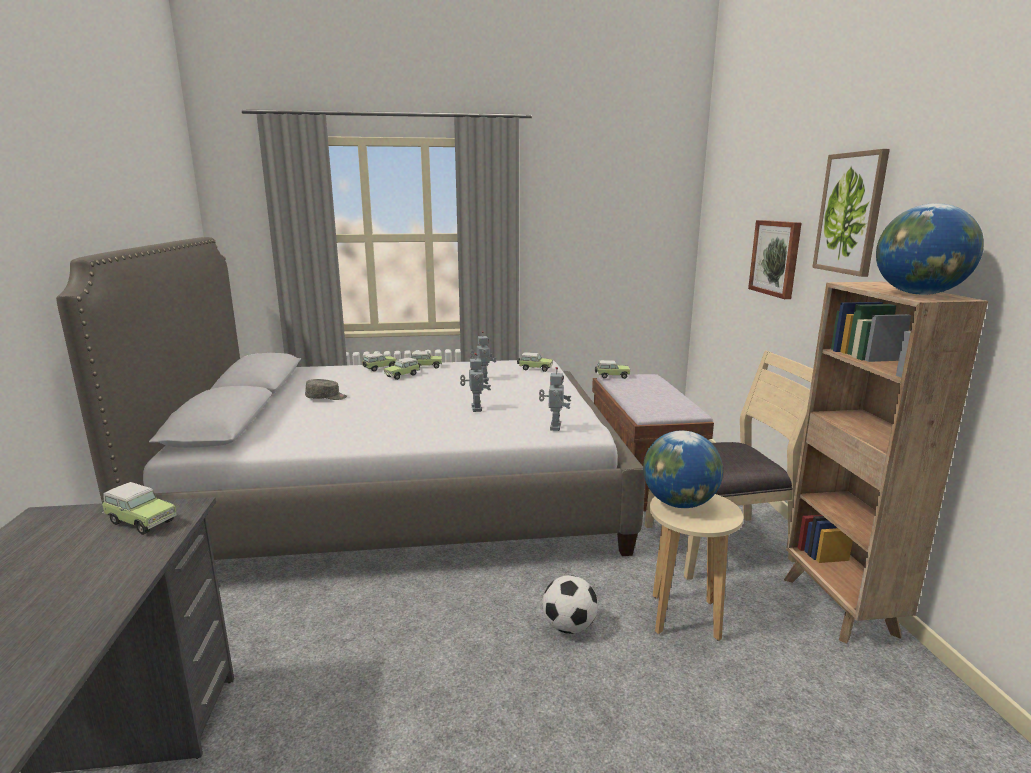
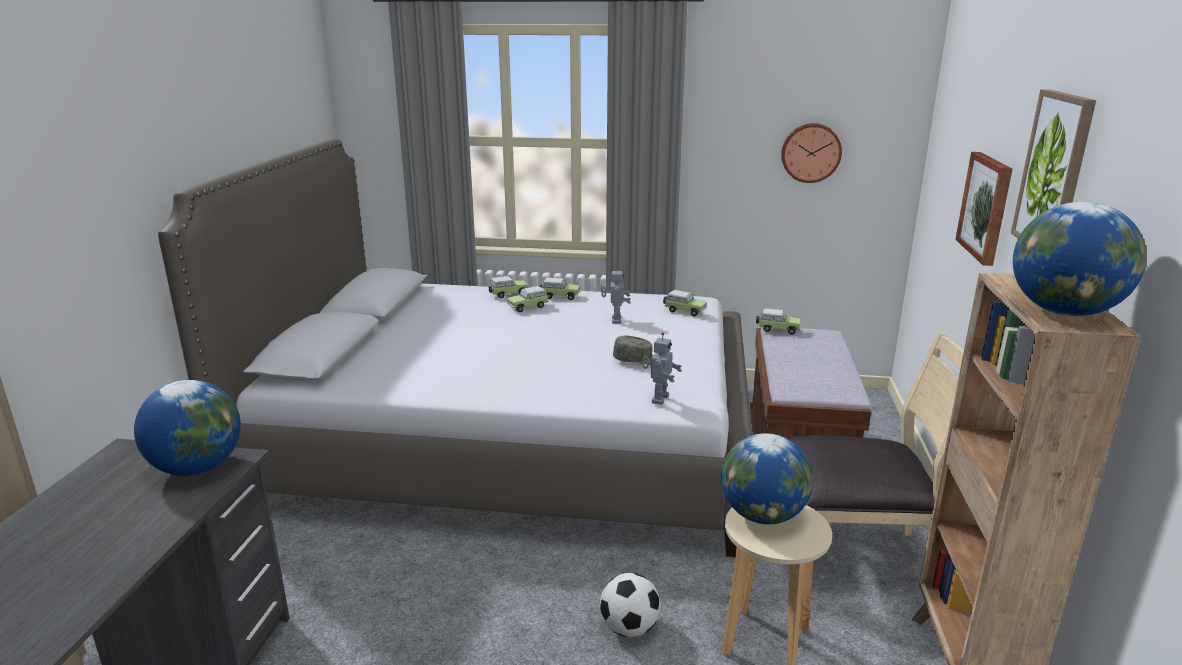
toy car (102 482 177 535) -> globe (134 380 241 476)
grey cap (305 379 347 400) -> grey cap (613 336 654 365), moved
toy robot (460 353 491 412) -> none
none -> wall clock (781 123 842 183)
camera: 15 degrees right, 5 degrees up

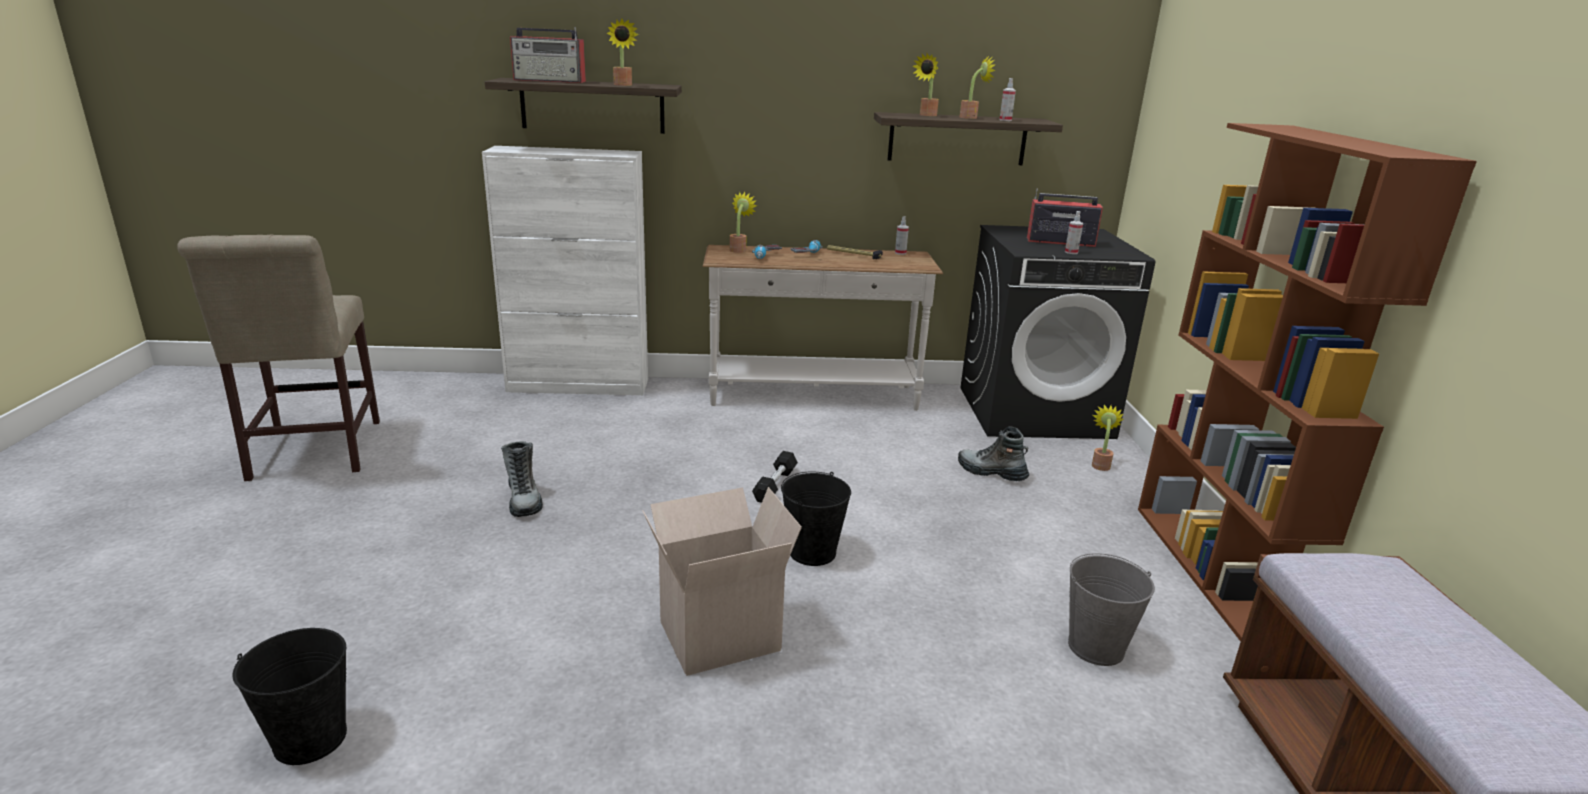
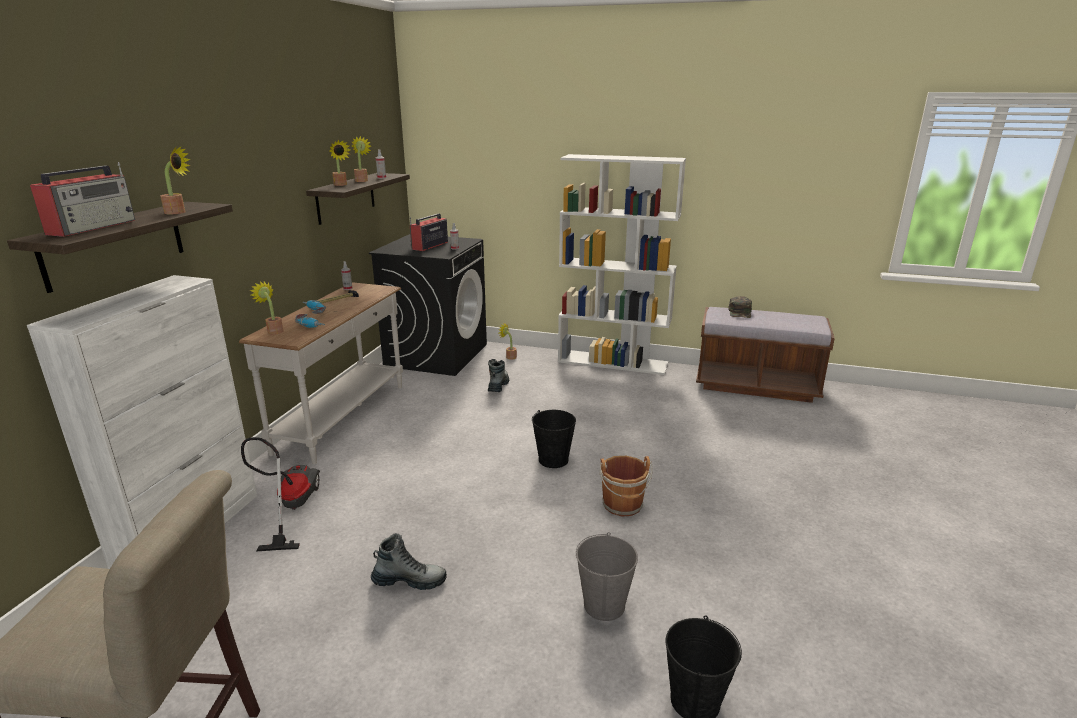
cardboard box (642 487 802 676) -> brown bucket (599 456 653 517)
black dumbbell (752 451 798 503) -> none
boot (958 427 1029 481) -> boot (488 359 509 392), 135 degrees clockwise
grey bucket (1068 553 1155 666) -> grey bucket (576 532 638 621), moved
brown bookcase (1138 123 1477 642) -> white bookcase (558 154 686 375)
none -> vacuum cleaner (241 437 320 552)
none -> green cap (728 296 752 318)
camera: 70 degrees left, 0 degrees up

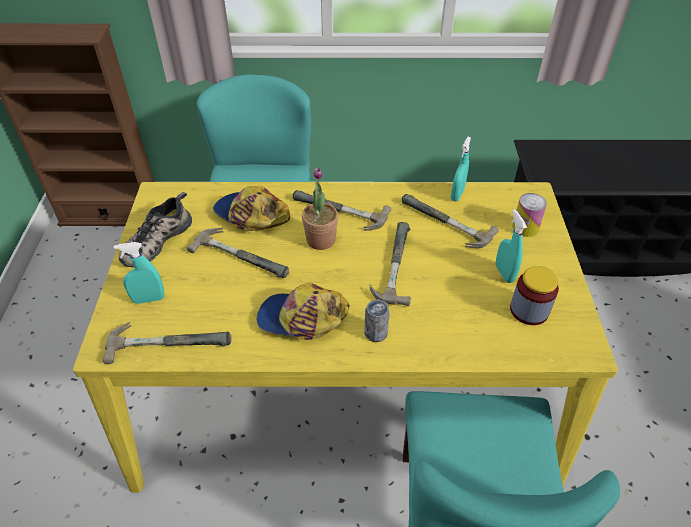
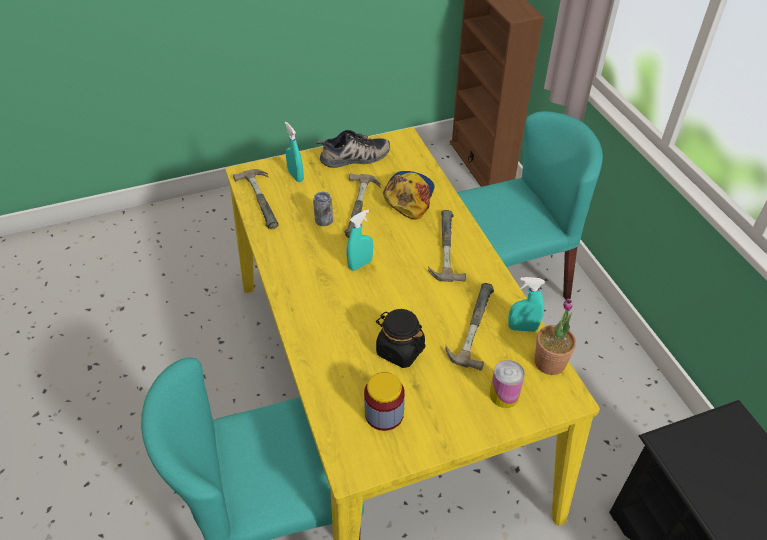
shoe (119 192 192 268) -> shoe (316 130 390 168), 150 degrees clockwise
cap (257 283 350 340) -> none
potted plant (302 168 338 250) -> potted plant (535 299 576 375), moved
can (364 300 390 342) -> can (313 192 333 226), moved
hammer (370 222 411 306) -> none
turquoise spray bottle (496 209 527 283) -> turquoise spray bottle (346 209 373 270), moved
none -> black jar (376 309 425 368)
camera: 70 degrees right, 0 degrees up

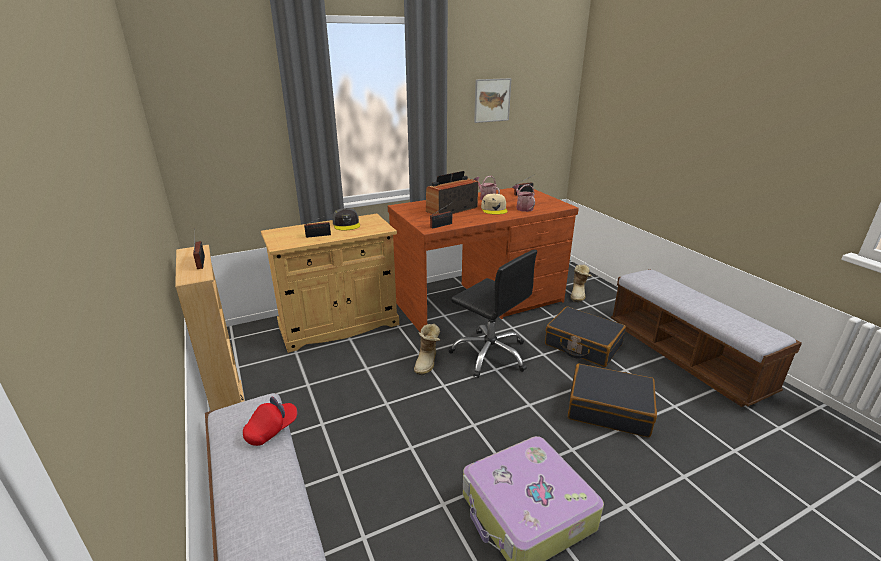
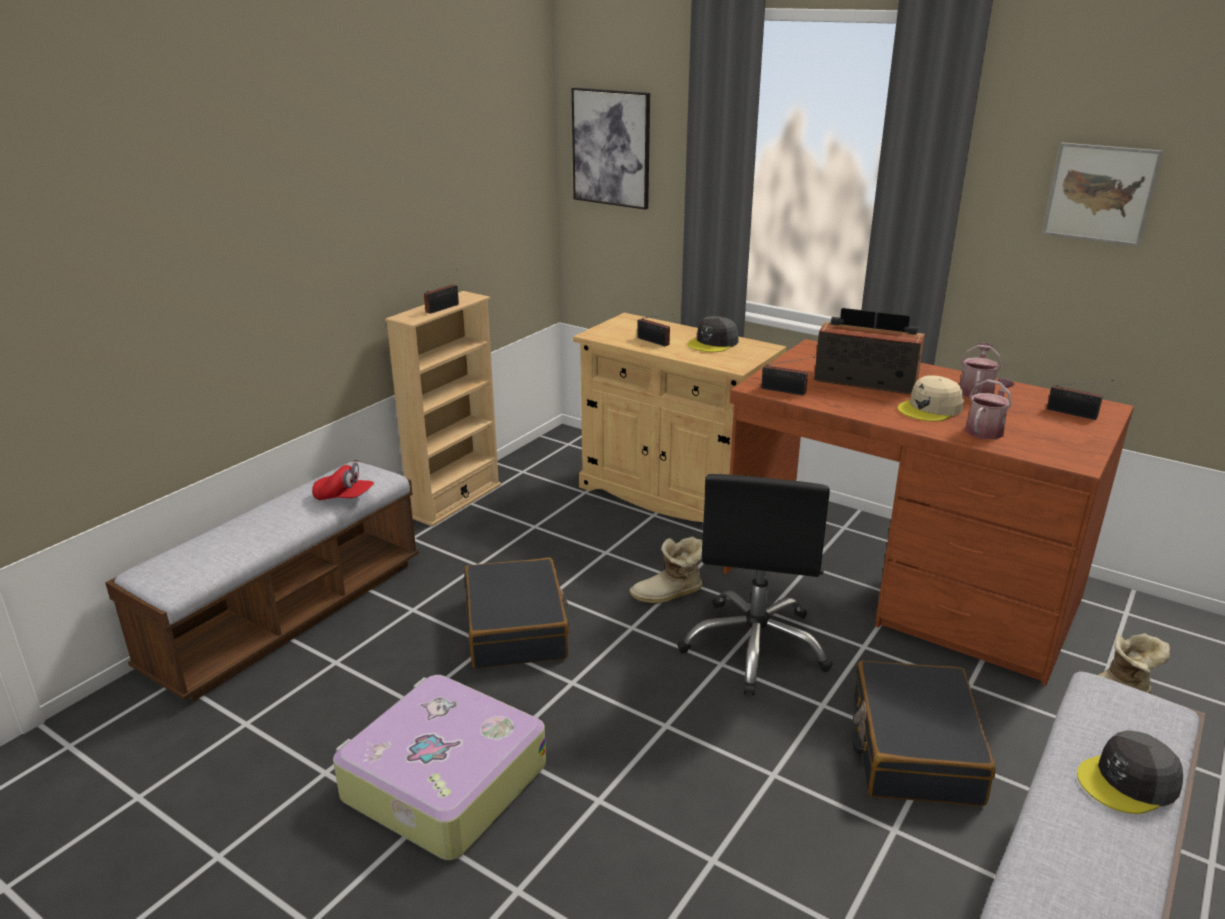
black suitcase (568 364 657 437) -> black suitcase (464 558 569 669), moved
none -> picture (572 88 650 210)
none -> grey cap (1077 730 1183 814)
camera: 60 degrees right, 0 degrees up

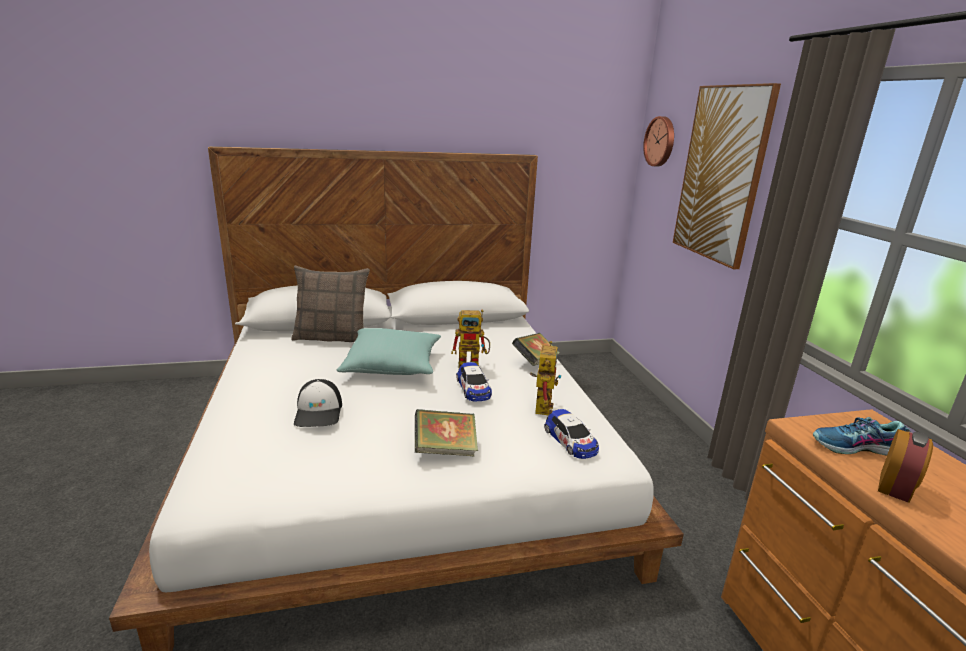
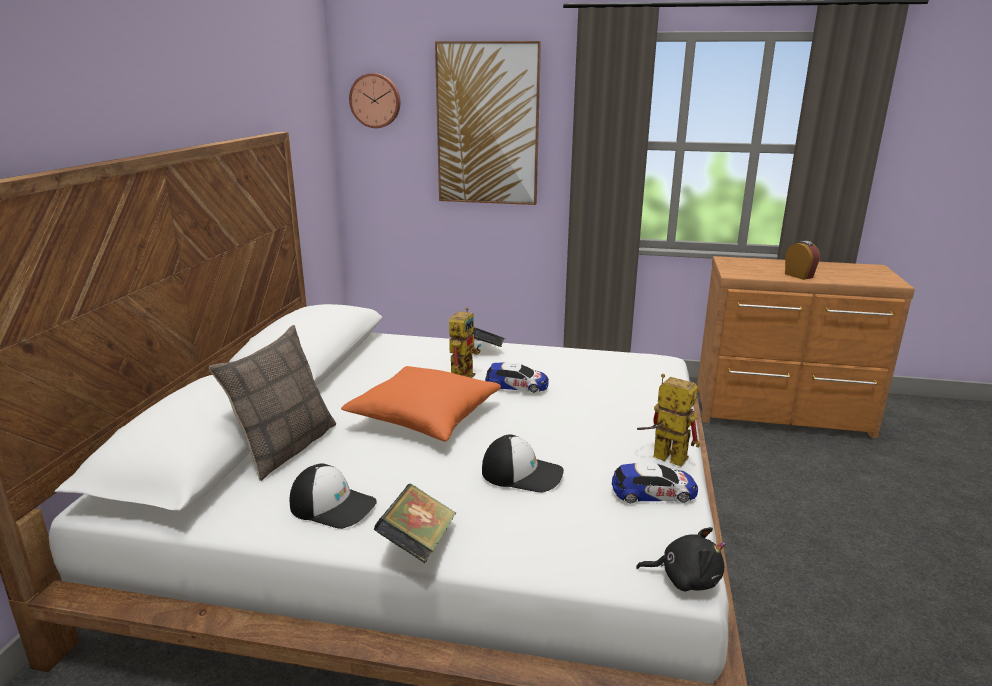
turquoise pillow (336 328 441 375) -> orange pillow (341 366 501 442)
book (415 409 478 456) -> book (374 484 456 563), moved
toy robot (530 341 562 415) -> toy robot (637 374 700 467), moved
toy car (544 409 599 459) -> toy car (612 463 698 503), moved
shoe (813 417 910 456) -> none
none -> cap (290 464 377 529)
none -> black plush toy (636 527 726 591)
camera: 65 degrees left, 0 degrees up

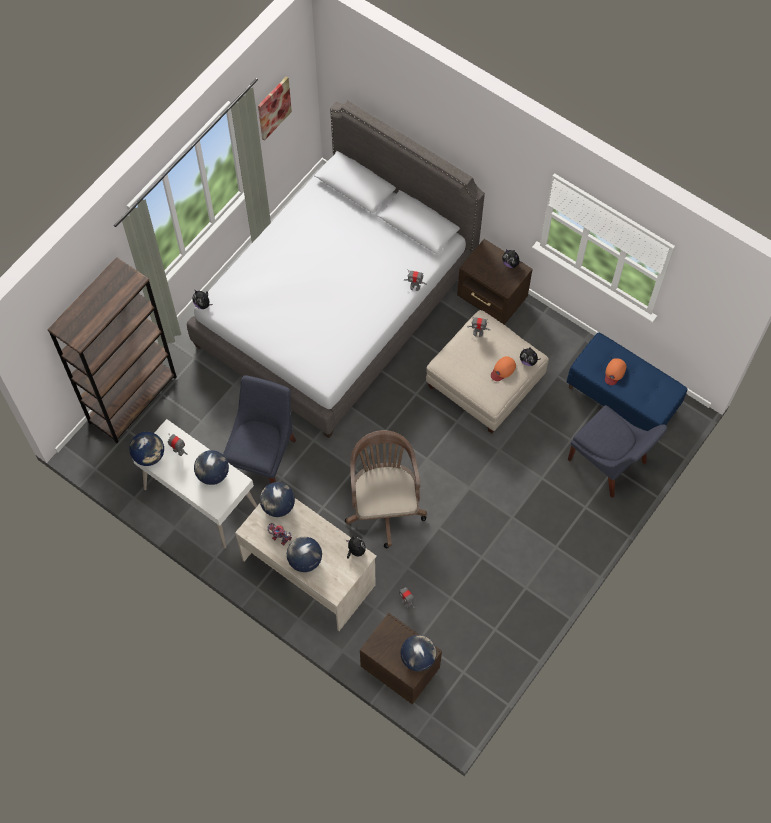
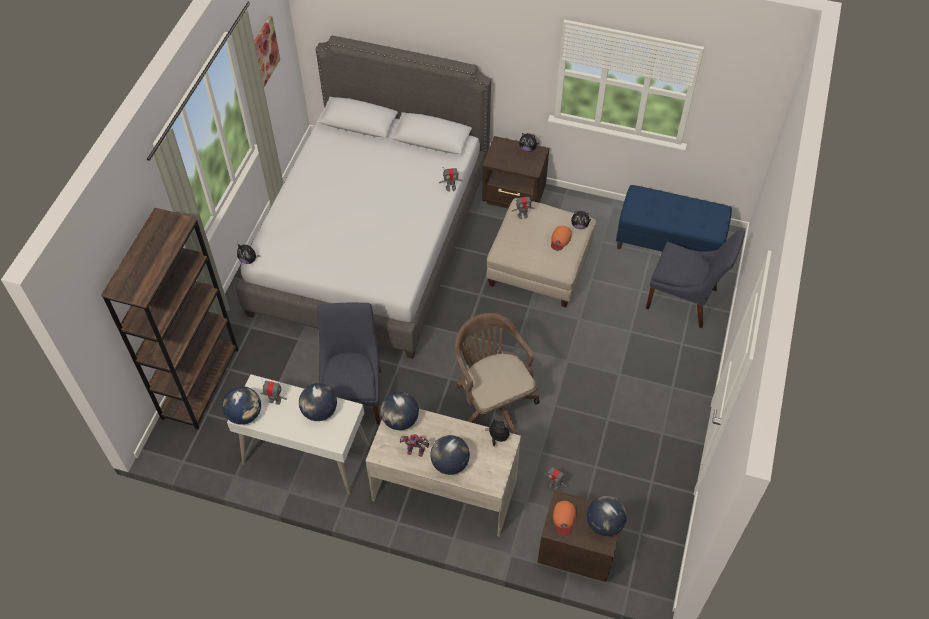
orange cap (605 358 626 385) -> orange cap (553 501 576 536), moved
camera: 20 degrees left, 10 degrees down

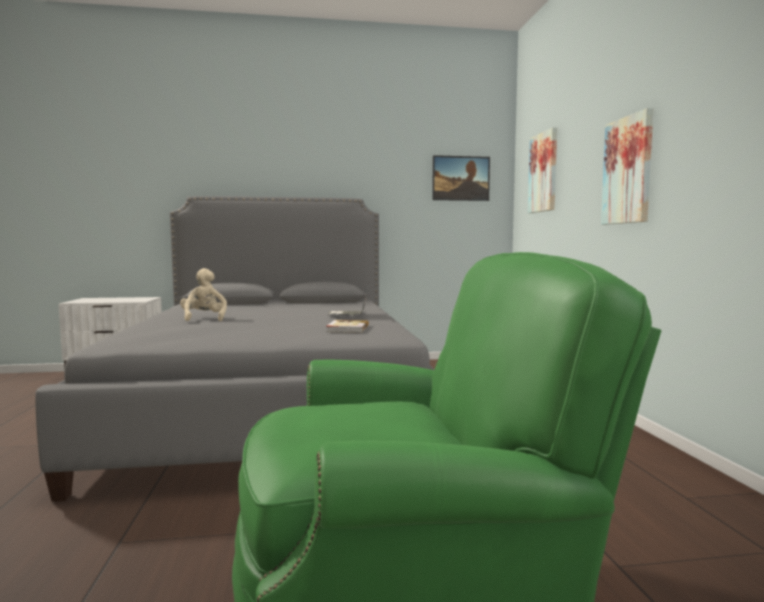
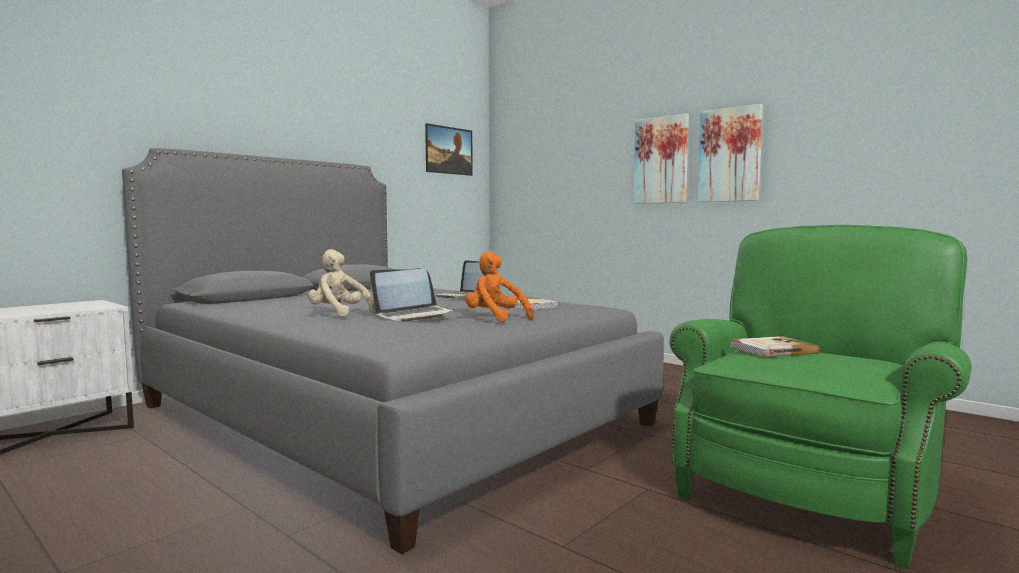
picture (528 127 557 213) -> picture (698 104 763 202), moved
none -> laptop (370 268 455 322)
none -> orange plush toy (466 251 534 322)
none -> book (730 336 820 357)
camera: 40 degrees left, 0 degrees up

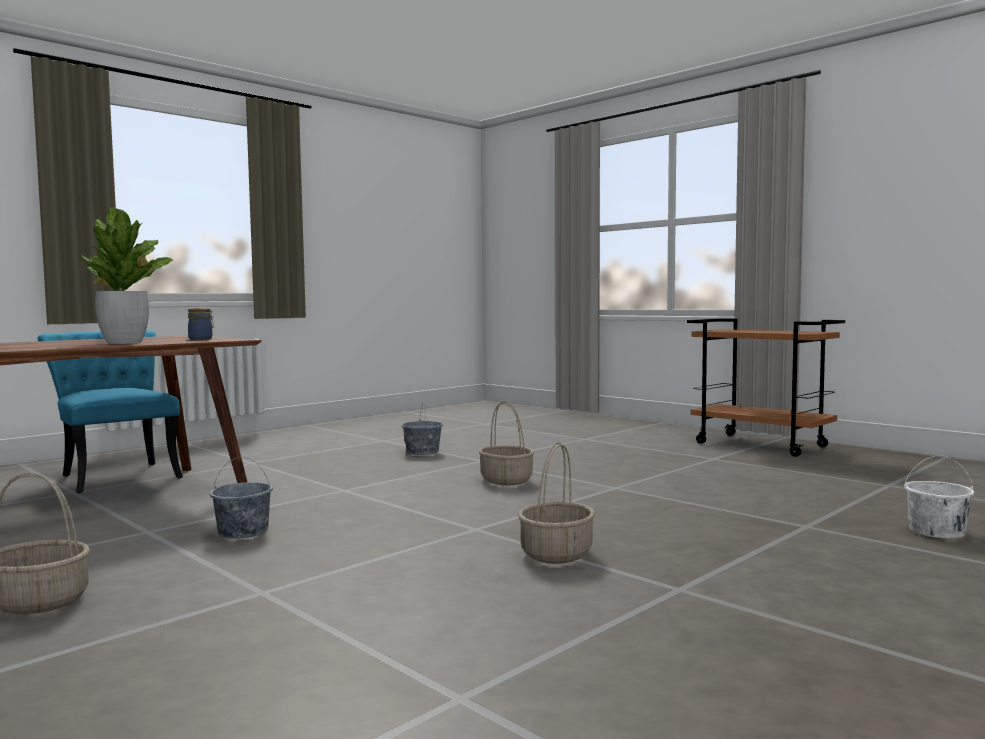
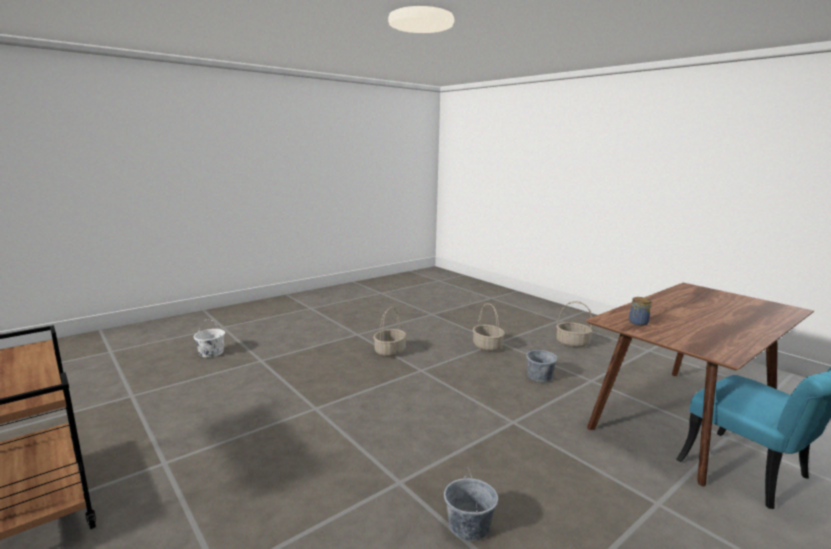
potted plant (80 207 174 344) -> none
basket (479 401 534 485) -> basket (473 303 505 352), moved
camera: 175 degrees left, 10 degrees up

